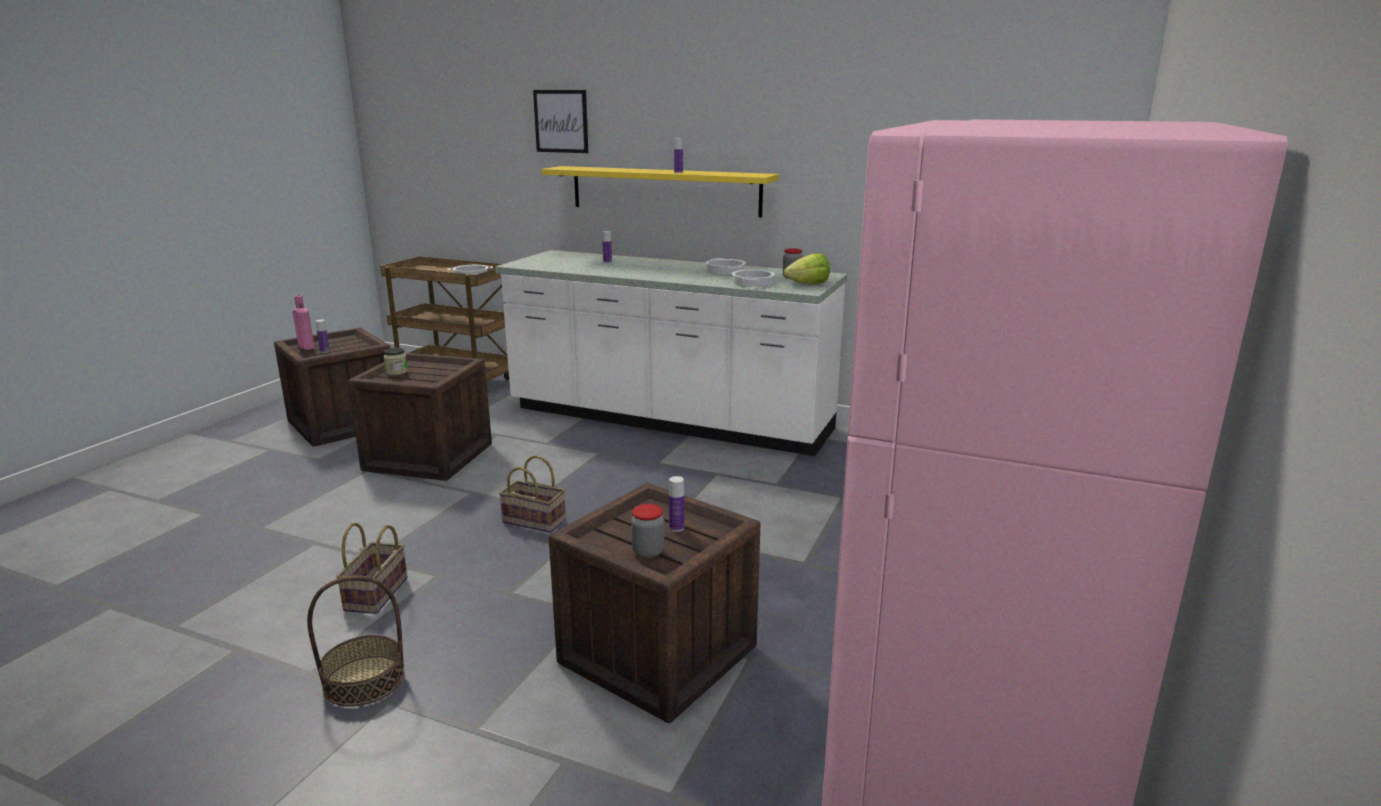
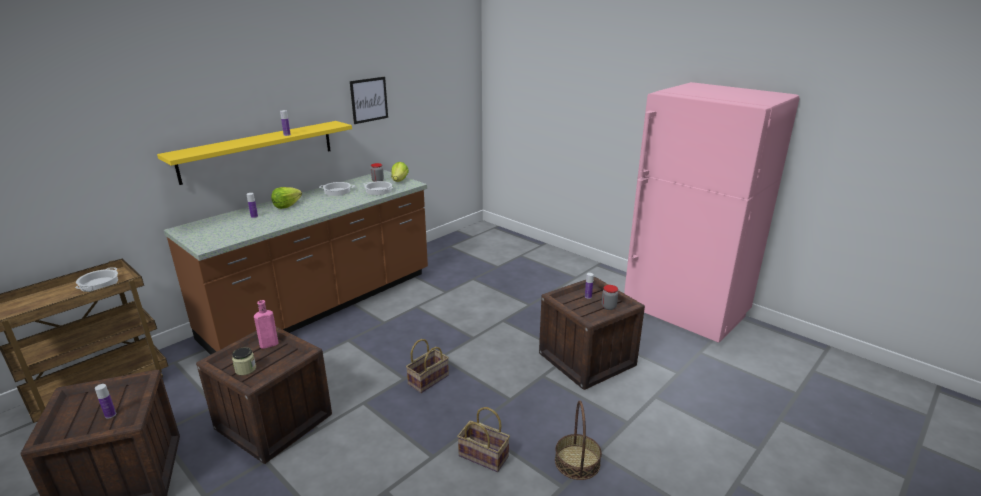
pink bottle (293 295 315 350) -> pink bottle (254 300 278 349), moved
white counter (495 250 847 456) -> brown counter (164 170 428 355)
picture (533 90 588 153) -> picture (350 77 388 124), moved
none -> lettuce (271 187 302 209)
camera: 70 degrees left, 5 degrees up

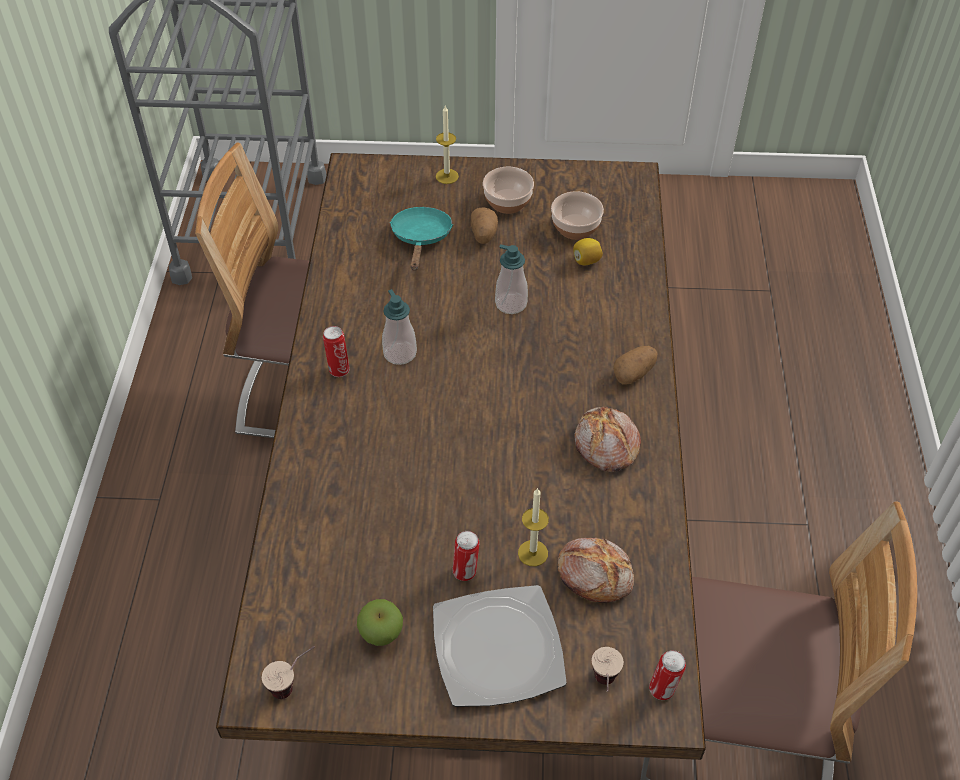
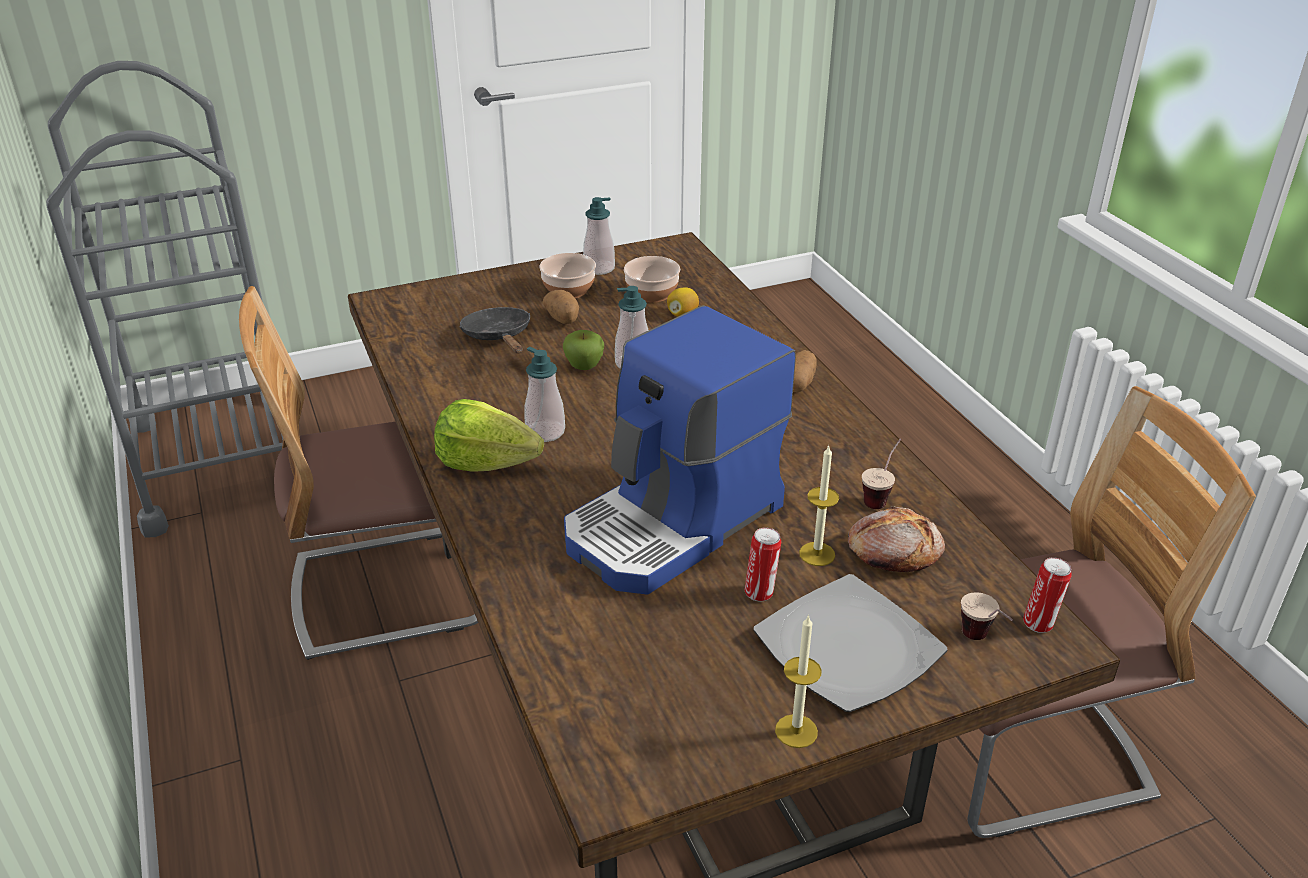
cup (262 646 315 699) -> cup (862 439 901 509), moved
can (323 326 350 377) -> lettuce (434 399 544 472)
apple (357 599 403 646) -> apple (563 330 604 370), moved
turquoise frying pan (390 207 453 271) -> black frying pan (460 307 530 354)
candle (436 106 459 184) -> candle (775 614 822 748), moved
bread (575 407 641 472) -> none
none -> coffee machine (564 305 796 594)
none -> soap dispenser (583 197 615 275)
camera: 25 degrees left, 15 degrees down

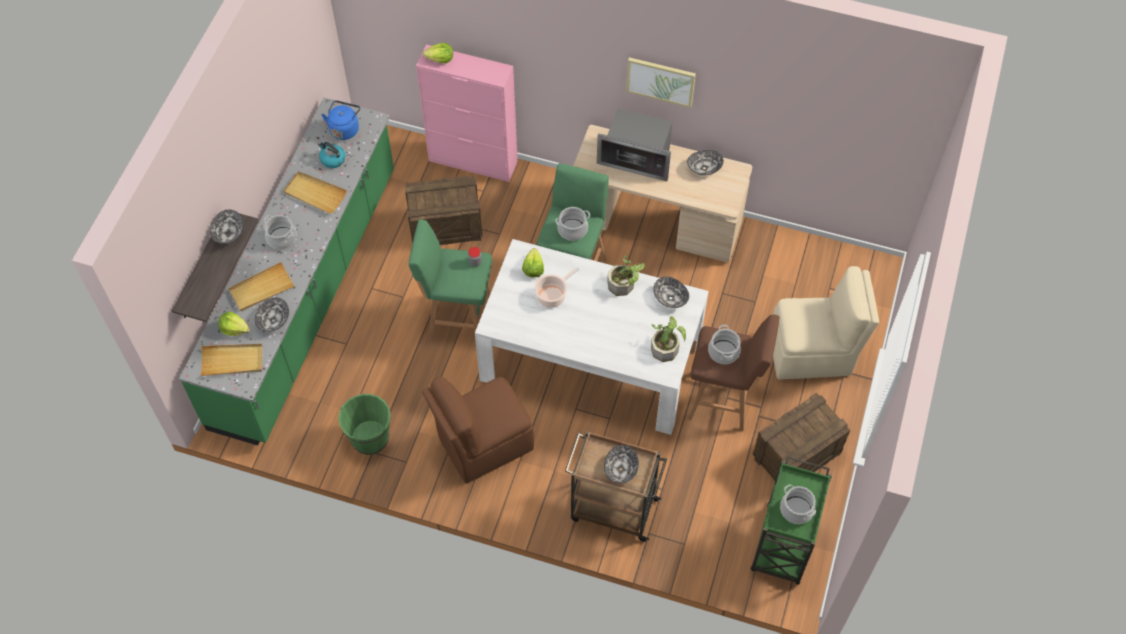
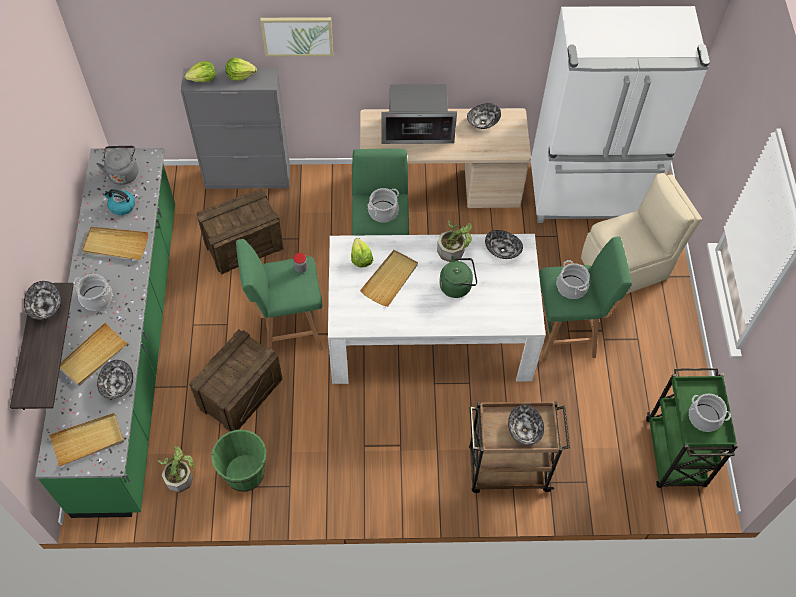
lettuce (218 311 250 336) -> lettuce (226 58 257 81), moved
blue kettle (321 100 360 140) -> grey kettle (97 146 138 185)
pink cabinet (416 45 518 182) -> grey cabinet (181 68 290 189)
brown chair (422 377 534 484) -> none
cooking pot (535 267 580 308) -> beige tray (360 250 418 307)
picture (626 57 696 108) -> picture (260 17 333 57), moved
potted plant (651 316 686 362) -> potted plant (158 446 194 493), moved
brown stool (688 314 780 431) -> green stool (539 236 632 362)
crate (752 393 850 481) -> crate (189 329 283 431), moved
none -> green kettle (439 256 477 298)
none -> white fridge (531 6 710 223)
camera: 20 degrees left, 0 degrees up

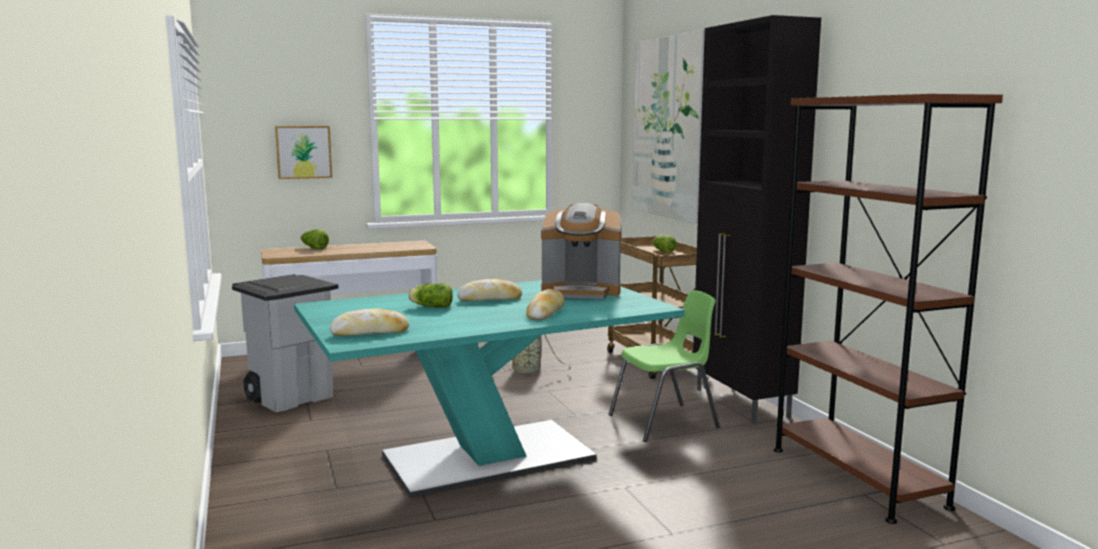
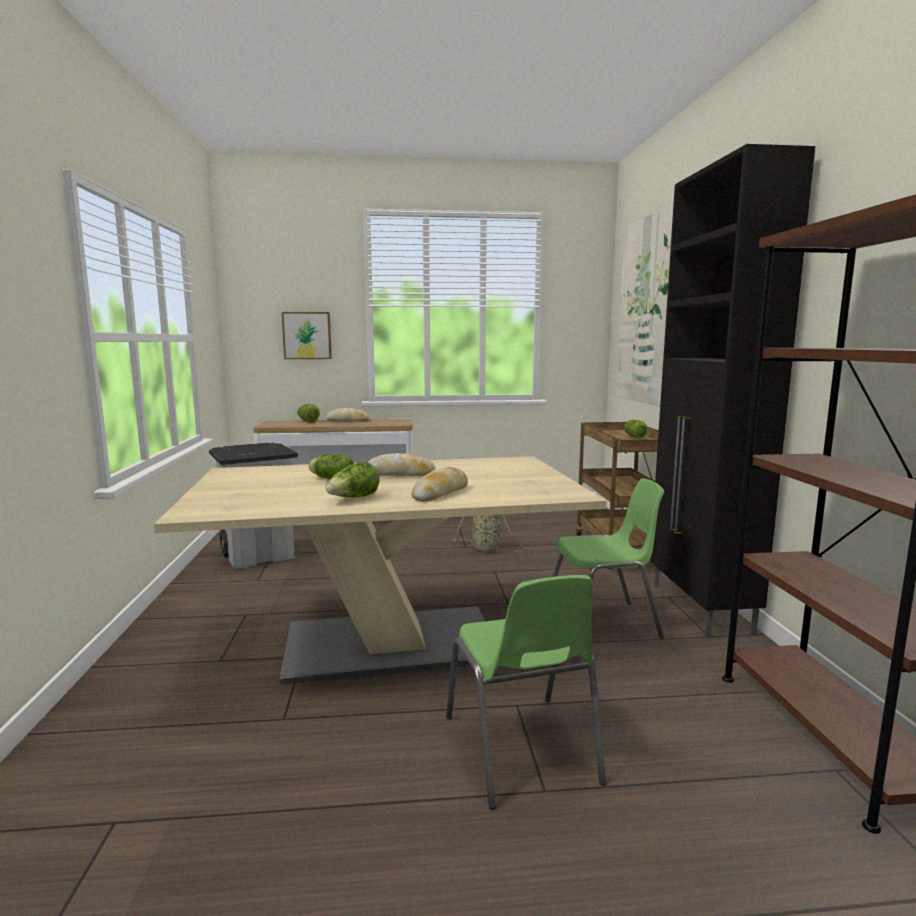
turquoise dining table (294 280 685 498) -> beige dining table (154 456 607 685)
bread (330 308 409 336) -> bread (326 408 370 422), moved
coffee machine (541 203 622 299) -> none
none -> lettuce (325 461 380 497)
none -> green chair (446 575 606 810)
camera: 15 degrees right, 0 degrees up

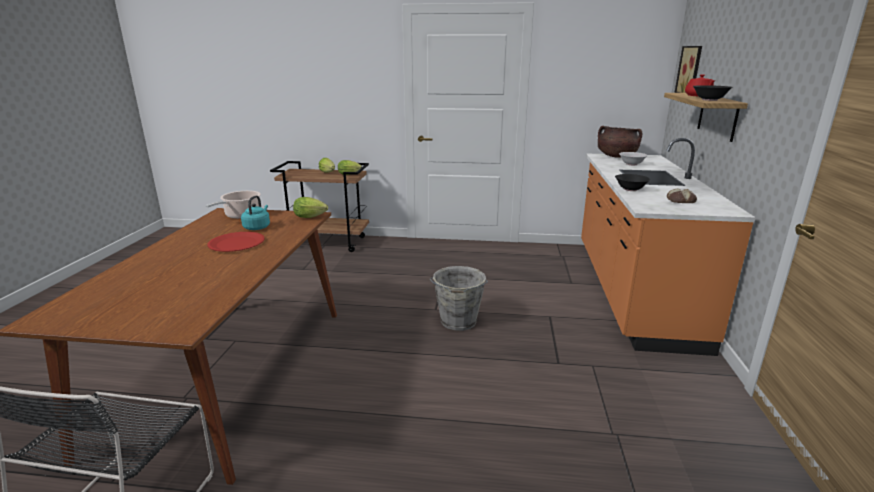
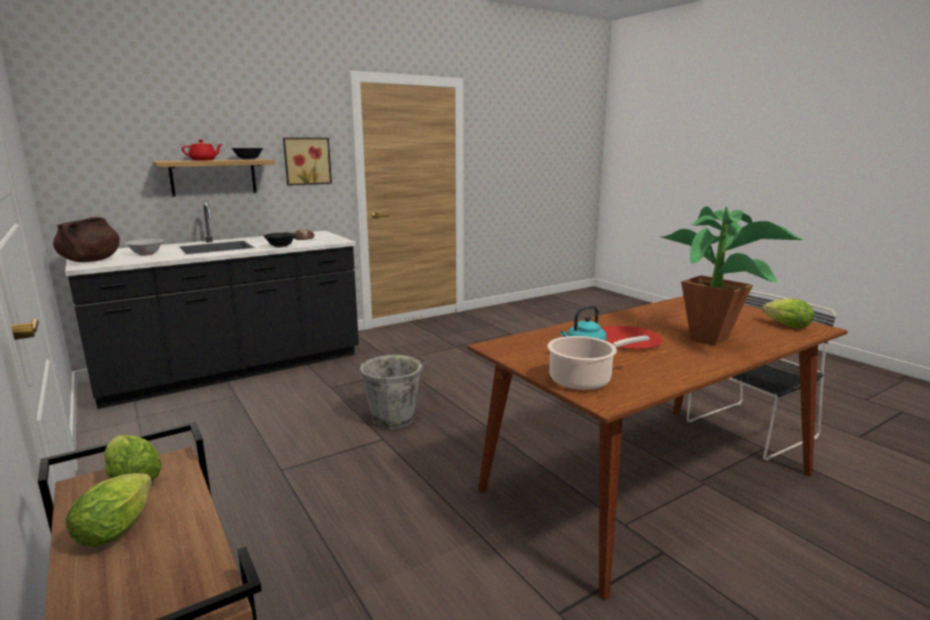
lettuce (293 197 328 218) -> lettuce (763 299 814 328), moved
orange counter (581 138 756 356) -> black counter (65 203 359 409)
picture (674 46 702 93) -> picture (283 138 332 186), moved
none -> potted plant (659 206 804 345)
camera: 130 degrees left, 5 degrees down

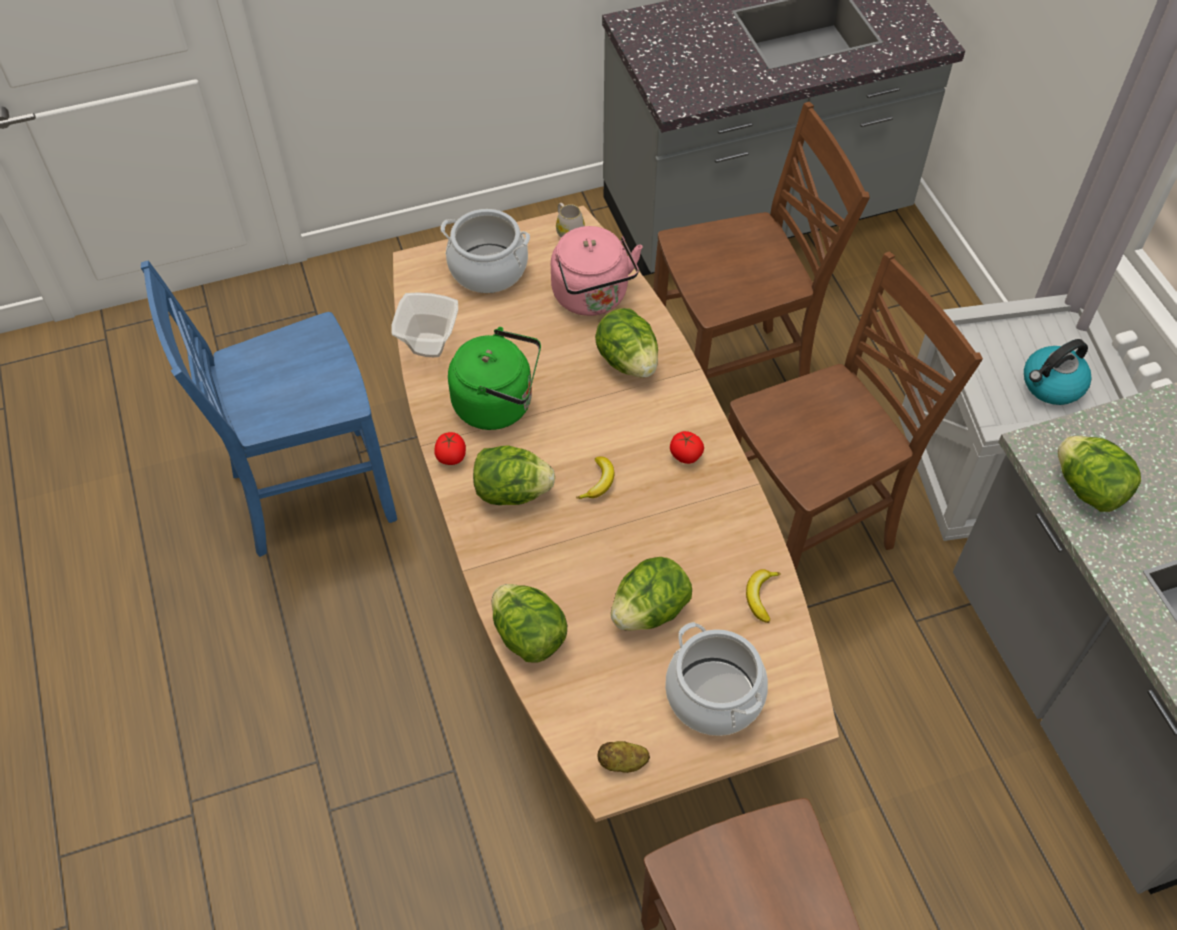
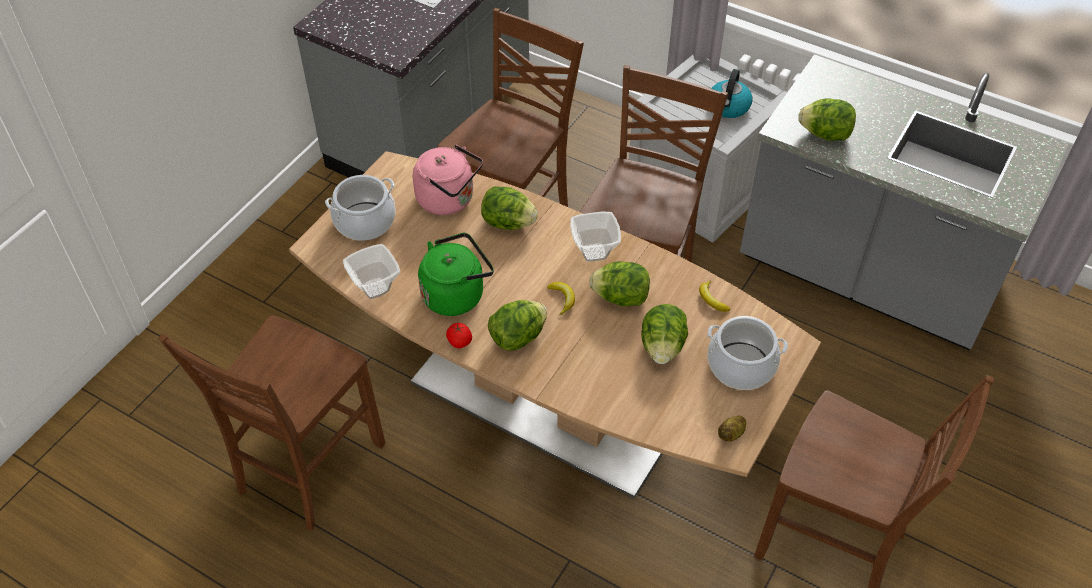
blue chair (141 261 397 557) -> brown chair (158 315 385 531)
lettuce (491 584 567 662) -> lettuce (589 261 650 306), moved
white mug (556 203 585 238) -> none
tomato (670 431 704 464) -> bowl (570 211 621 262)
camera: 40 degrees left, 5 degrees down

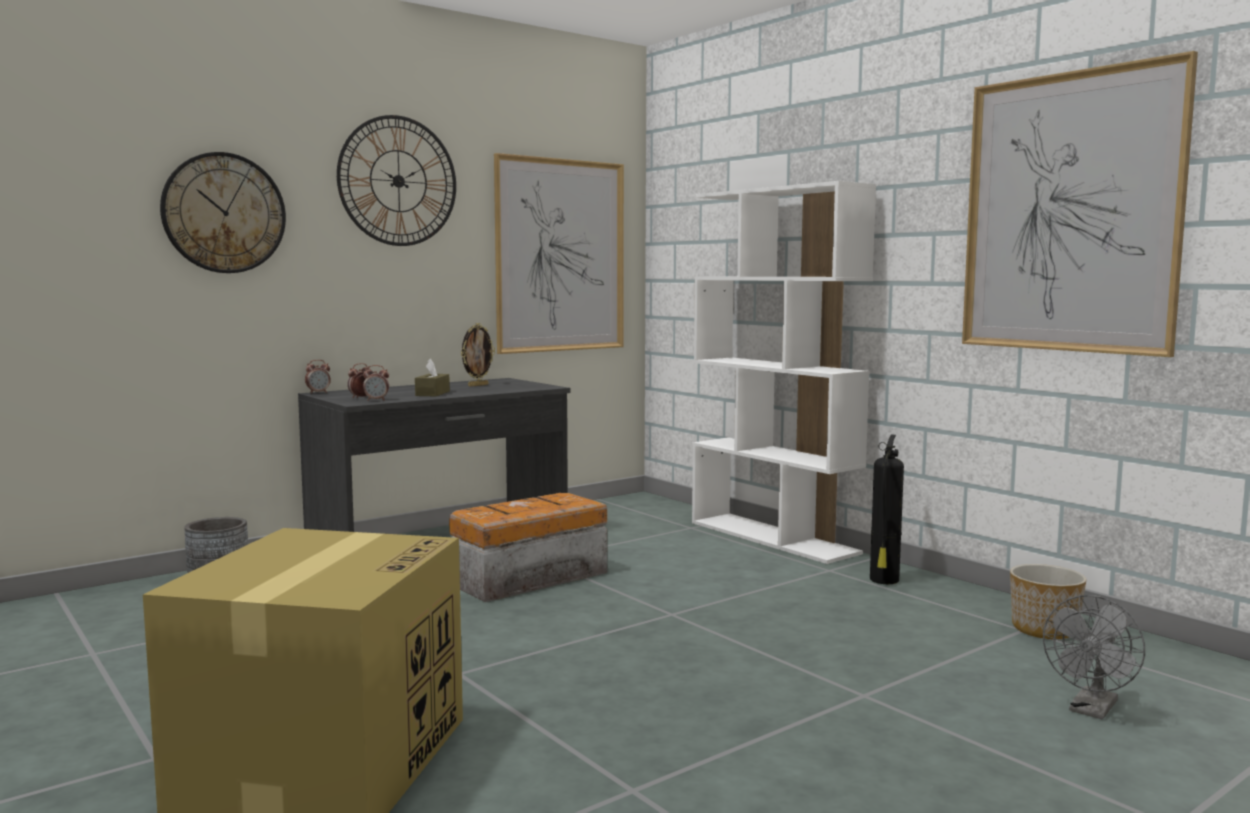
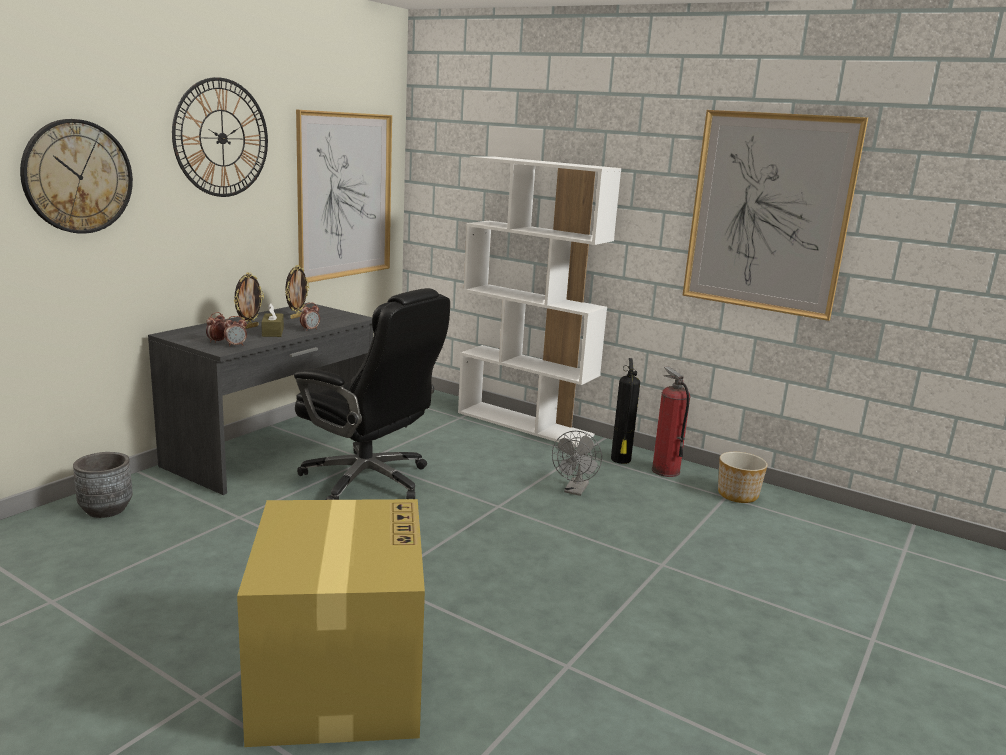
alarm clock (305 360 331 394) -> alarm clock (300 303 320 331), moved
storage box (449 493 607 602) -> black office chair (294 288 450 500)
grey fan (1043 595 1145 719) -> grey fan (552 431 602 496), moved
none -> picture frame (234 272 264 329)
none -> fire extinguisher (652 366 690 477)
camera: 20 degrees left, 10 degrees up

